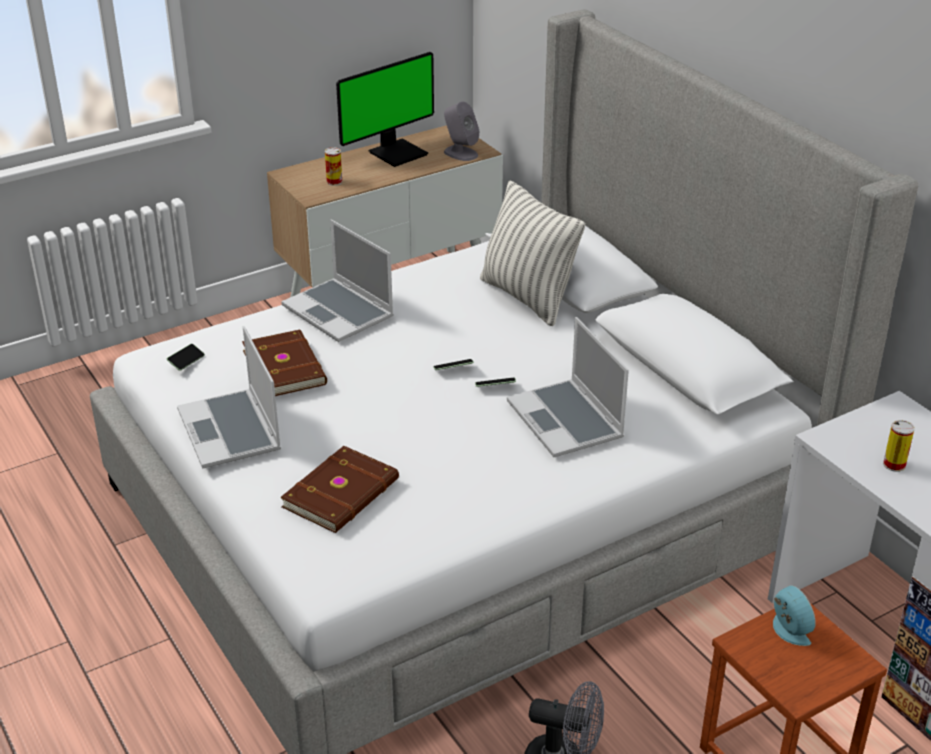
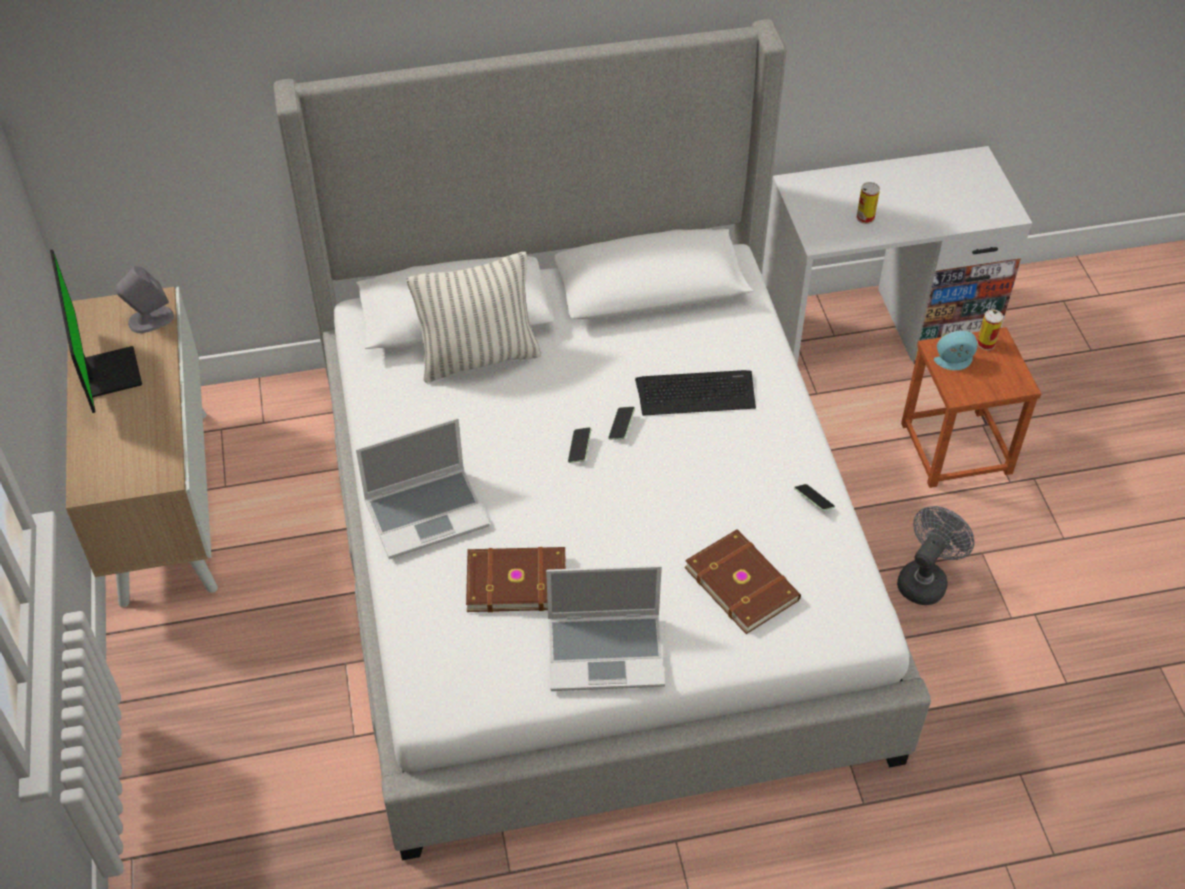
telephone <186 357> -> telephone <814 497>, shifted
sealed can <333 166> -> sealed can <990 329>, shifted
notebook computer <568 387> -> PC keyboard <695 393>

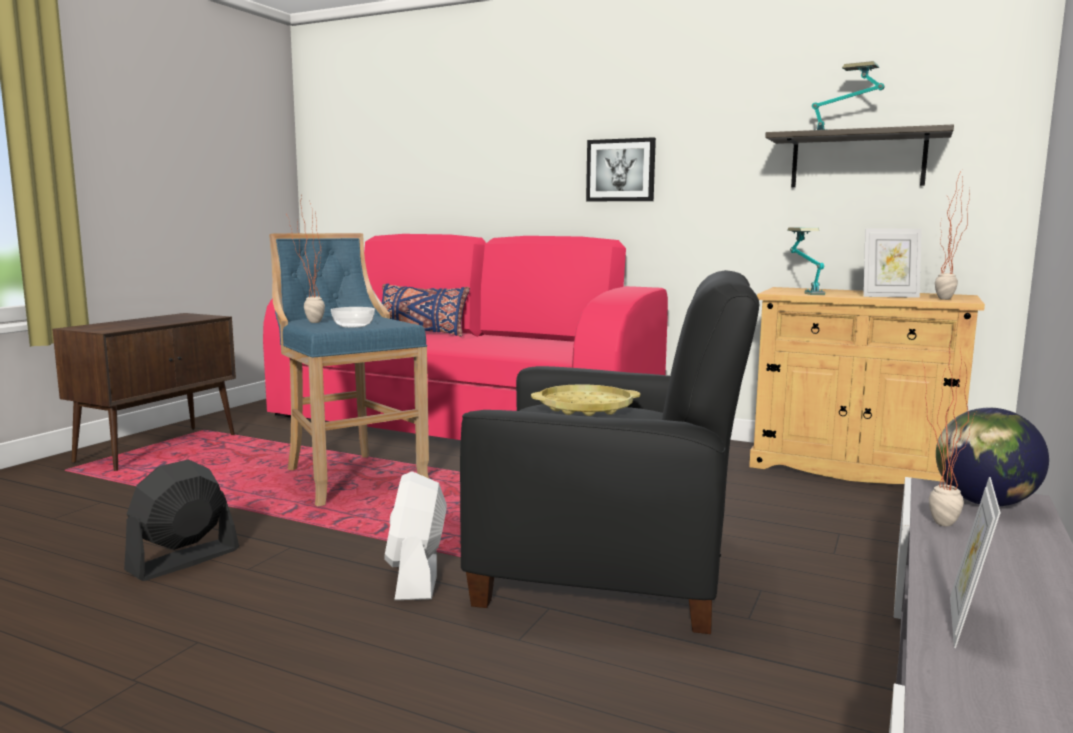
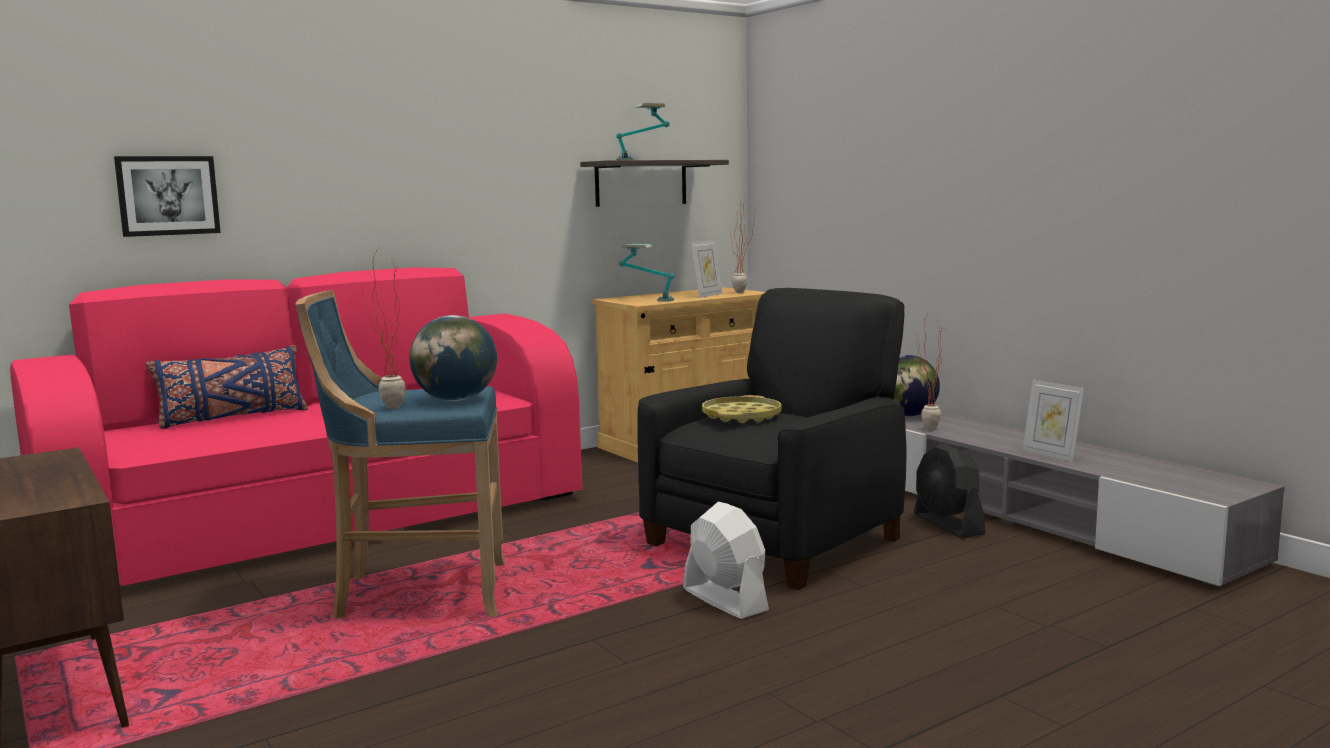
black electric fan <181 520> -> black electric fan <949 490>, shifted
wall art <621 169> -> wall art <167 196>, shifted
serving bowl <353 317> -> world globe <453 358>
white-coloured electric fan <415 535> -> white-coloured electric fan <726 560>, 150 degrees counterclockwise

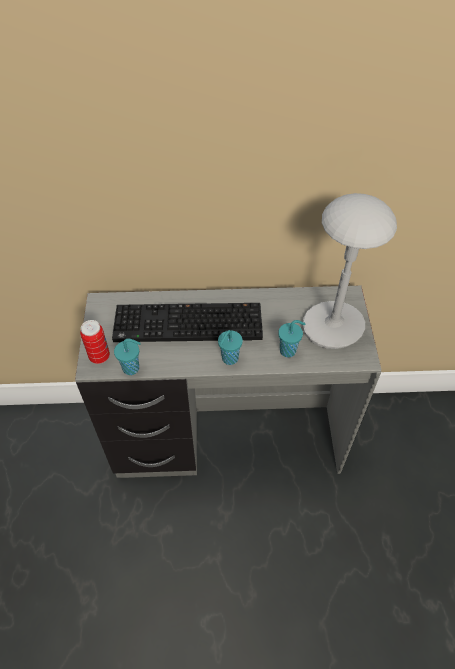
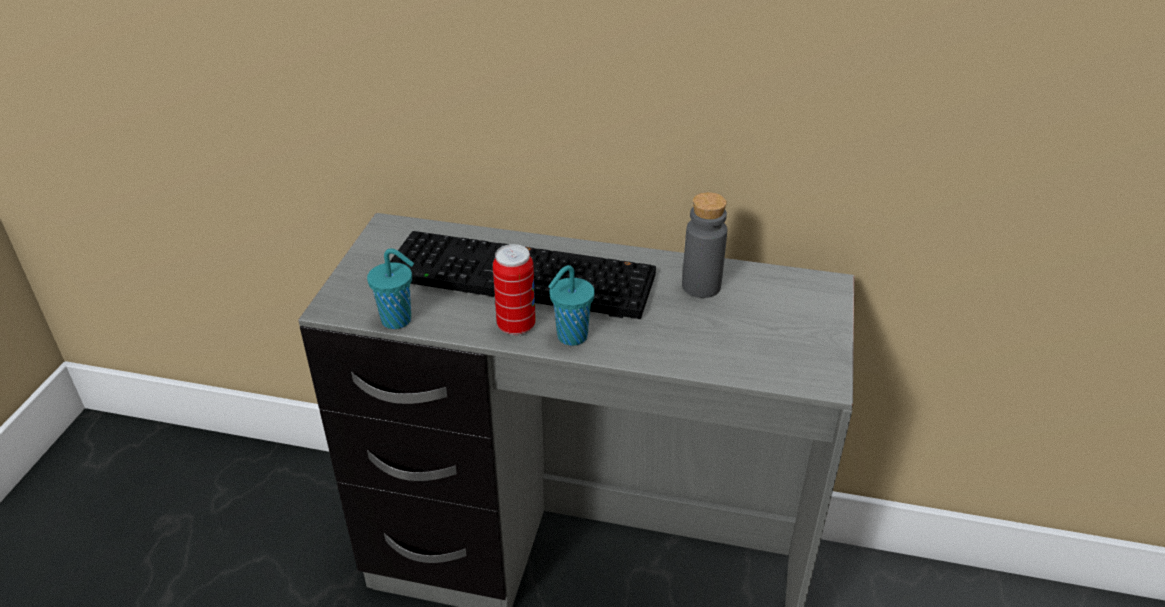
turquoise cup <291 338> -> none
grey tabletop lamp <349 271> -> none
none -> grey drink bottle <704 245>
sealed can <95 342> -> sealed can <514 289>, shifted

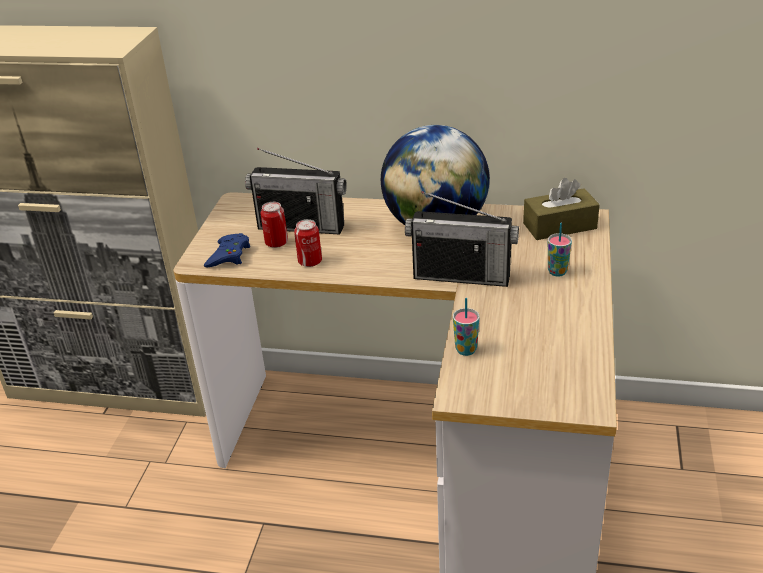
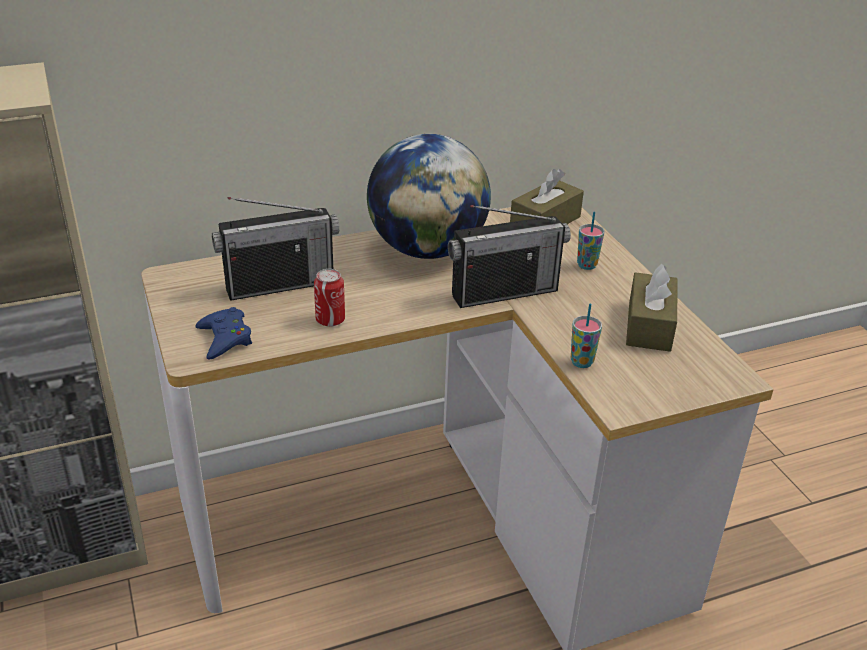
sealed can <274 225> -> none
none -> brownish tissue box <652 308>

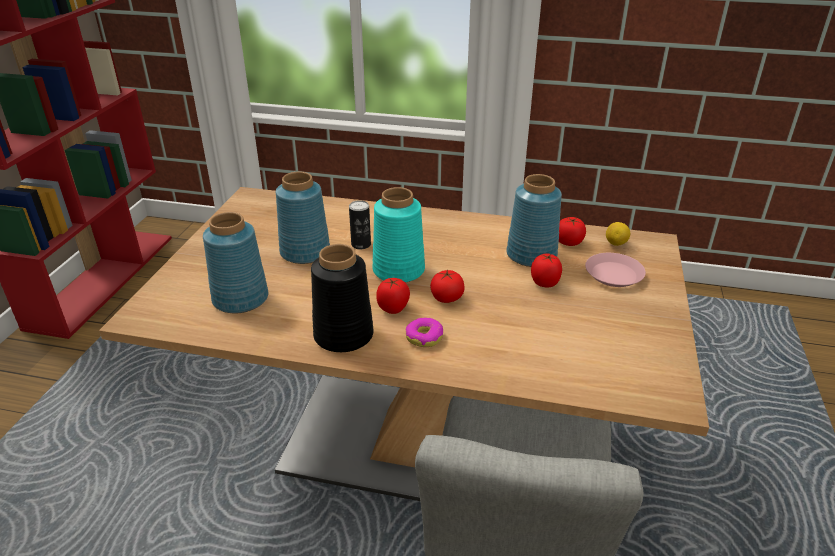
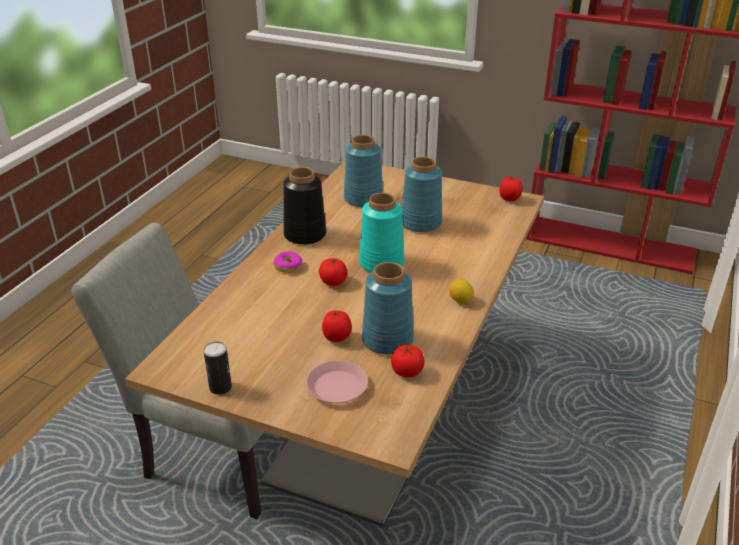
sealed can <360 224> -> sealed can <217 368>, shifted
tomato <393 296> -> tomato <511 188>, shifted
whole lemon <618 234> -> whole lemon <461 291>, shifted

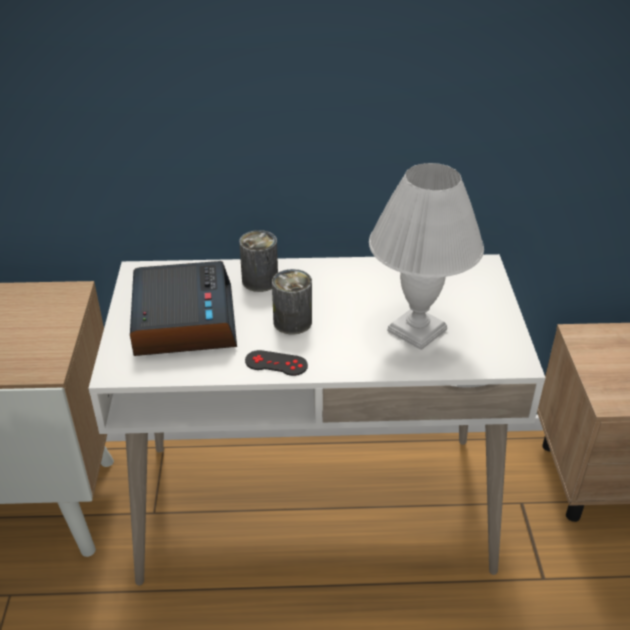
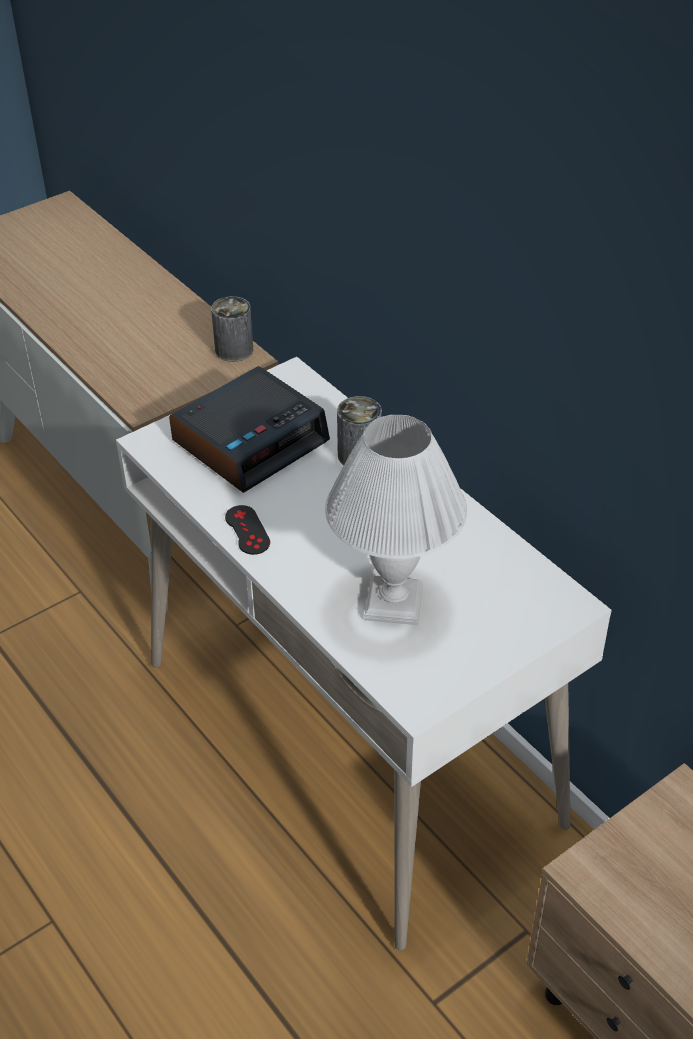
sealed can <292 302> -> sealed can <232 329>, shifted

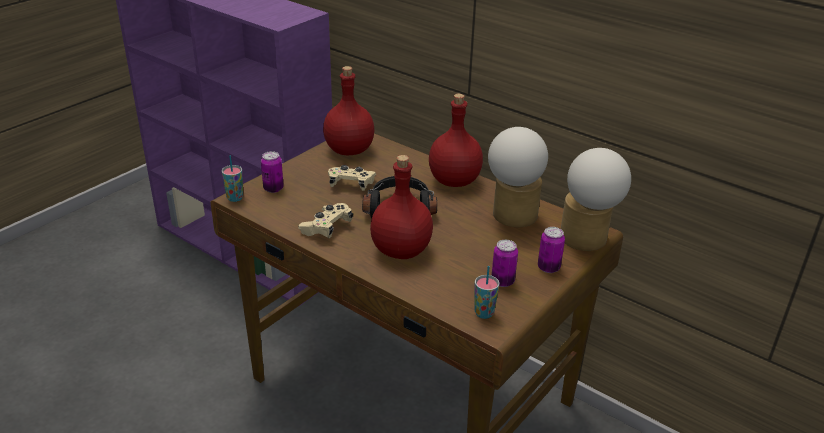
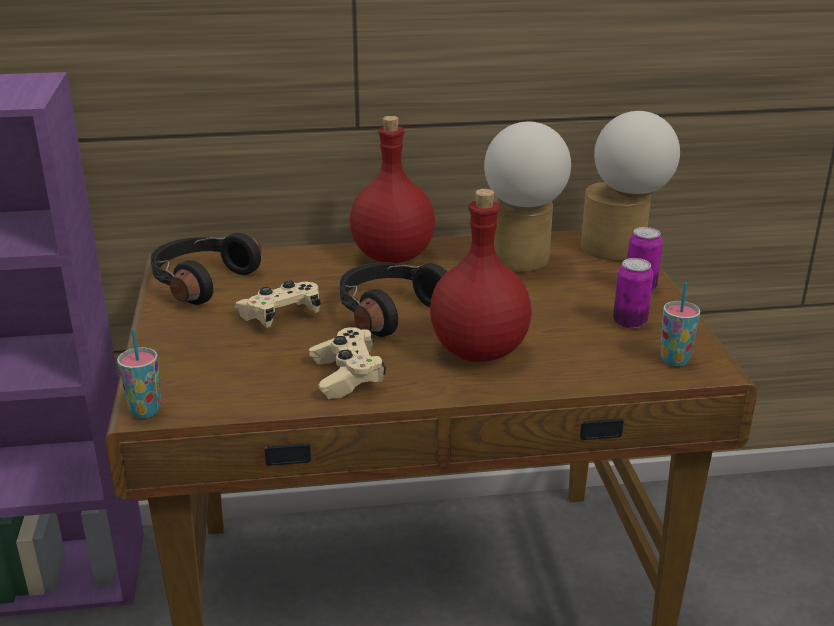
sealed can <272 172> -> none
red drink bottle <349 110> -> black headset <205 269>

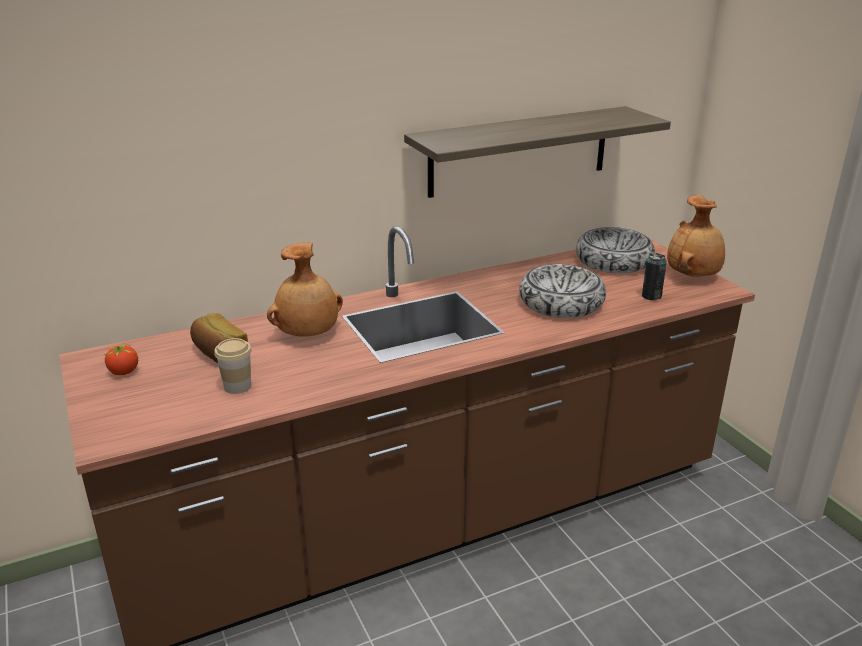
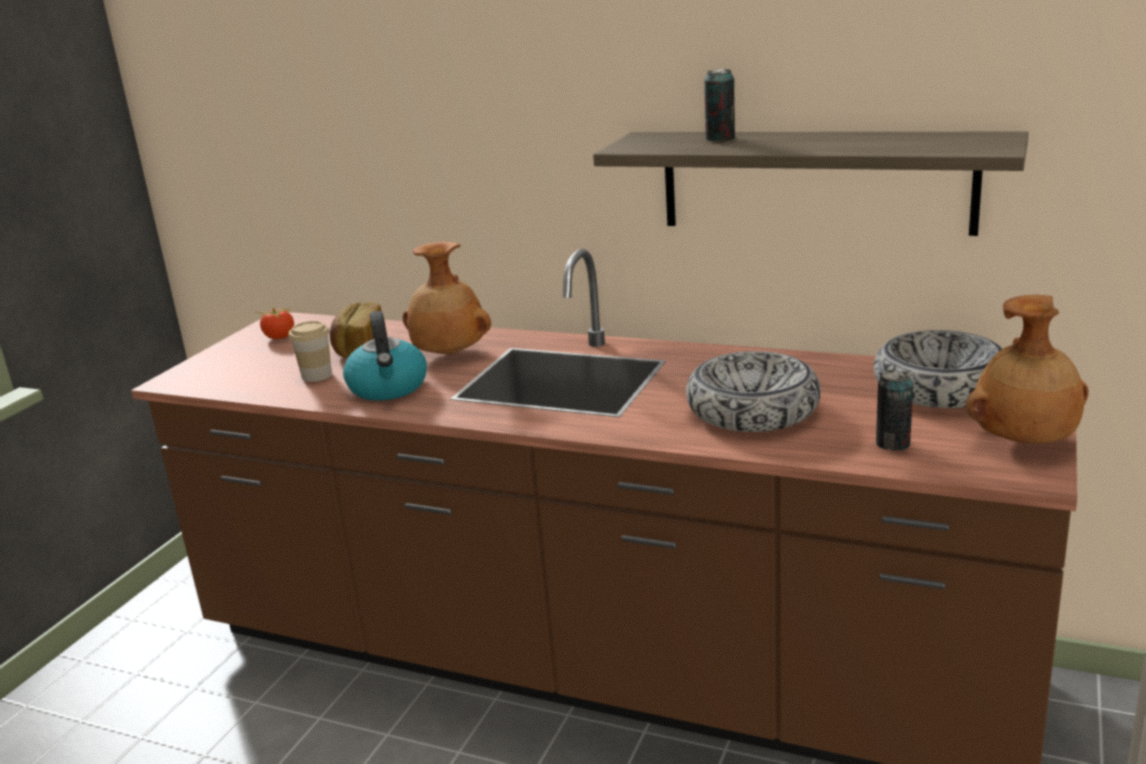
none -> water kettle <385 355>
none -> sealed can <719 104>

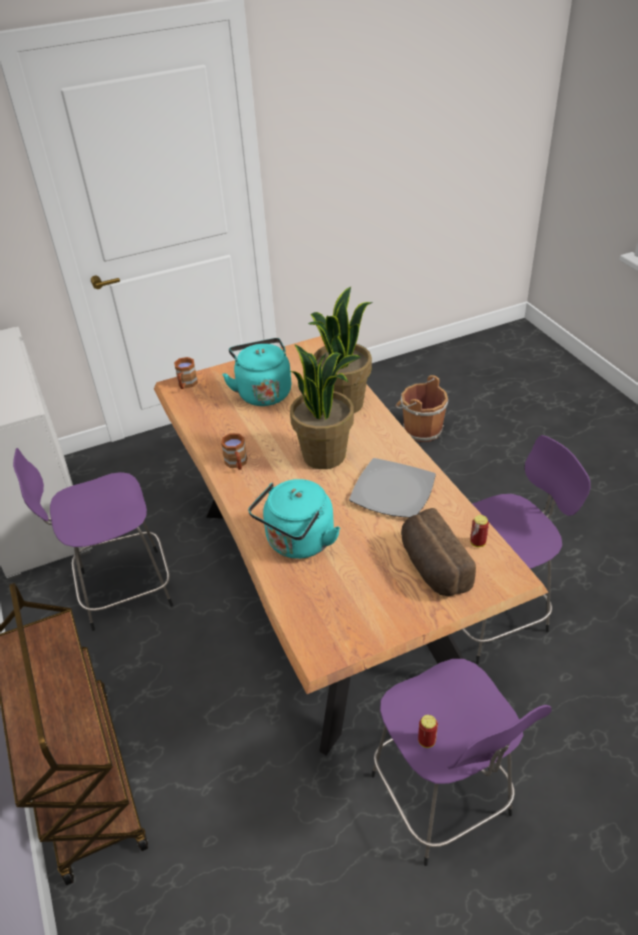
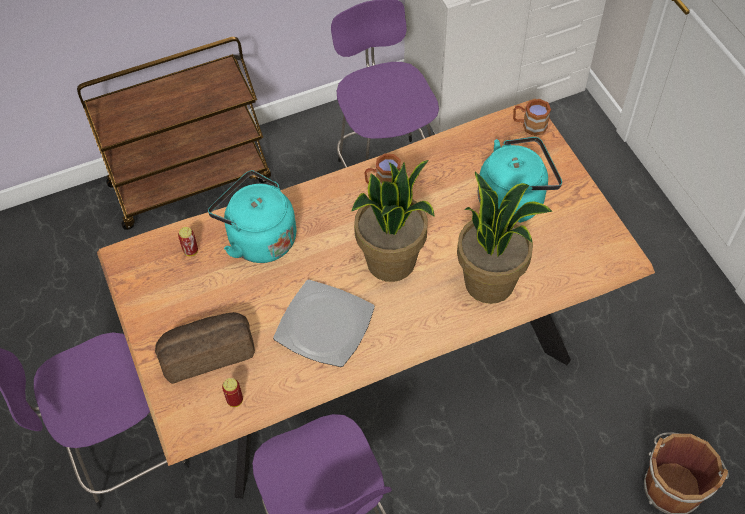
sealed can <428 731> -> sealed can <188 241>, shifted

